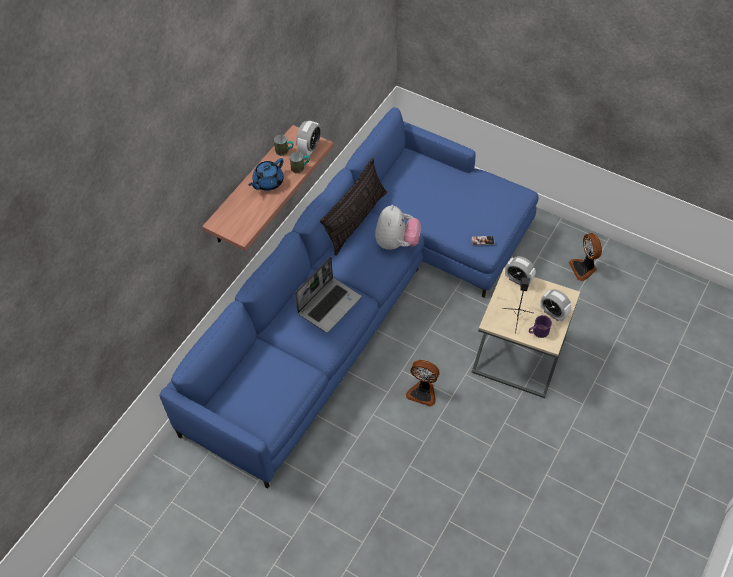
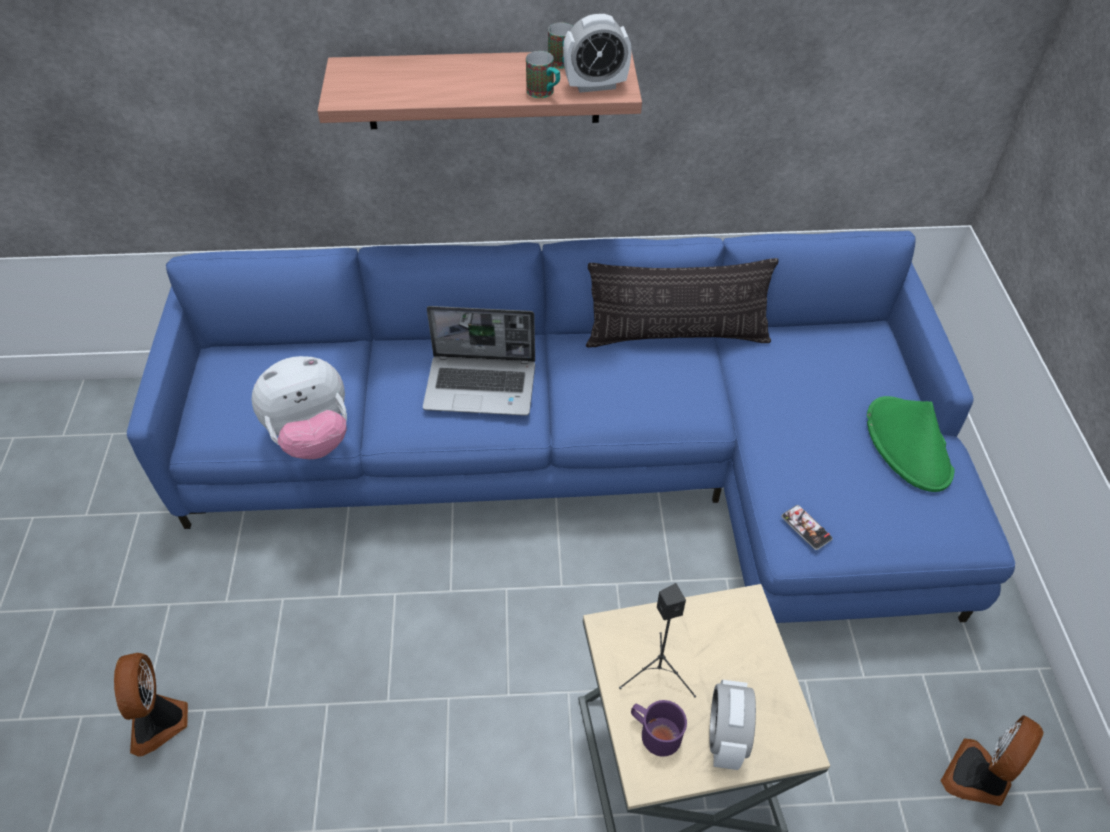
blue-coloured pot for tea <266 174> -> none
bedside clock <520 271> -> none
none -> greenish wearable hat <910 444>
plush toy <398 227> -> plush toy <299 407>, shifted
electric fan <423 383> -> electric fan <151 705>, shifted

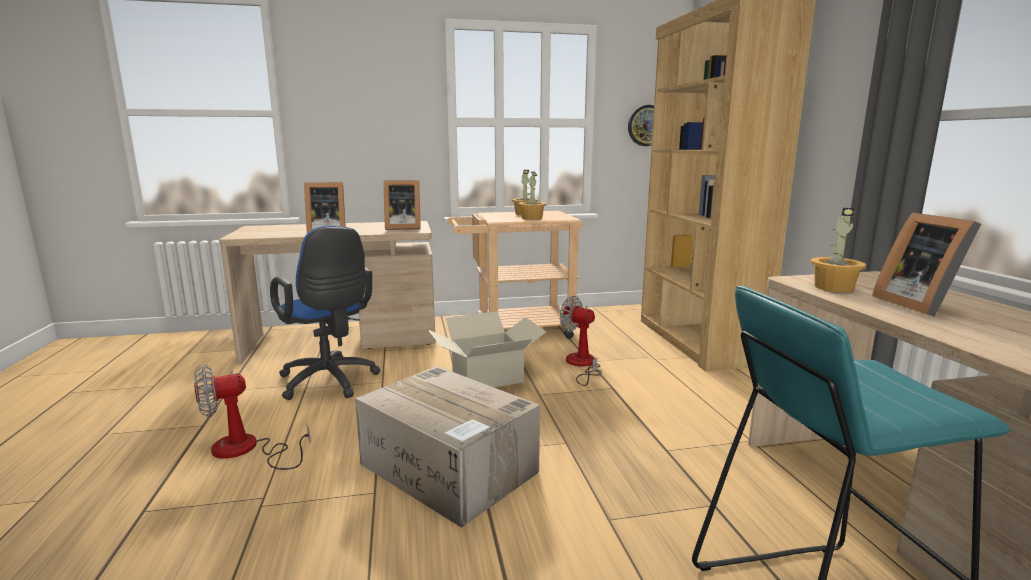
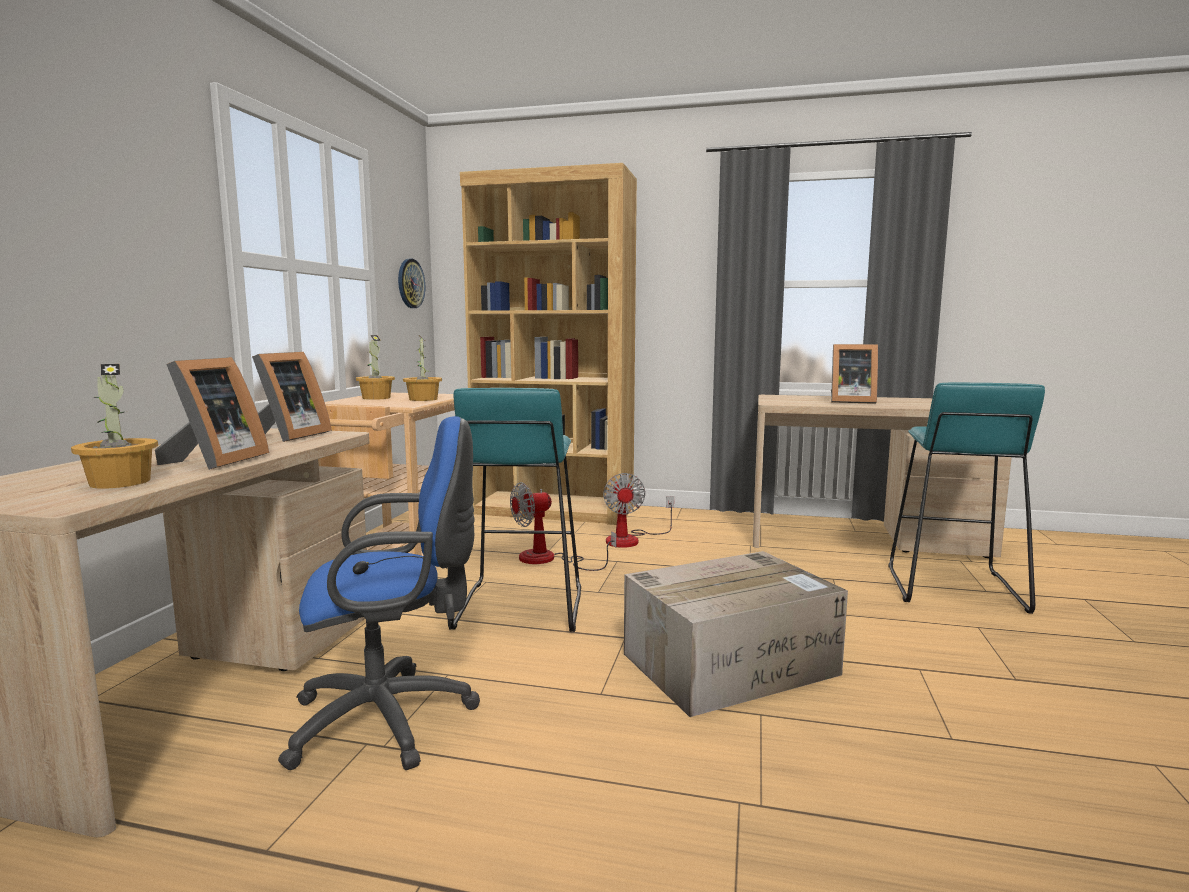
electric fan <252 417> -> electric fan <638 510>, shifted
plant in a pot <838 250> -> plant in a pot <114 426>, shifted
cardboard box <487 349> -> turquoise sitting stool <515 510>

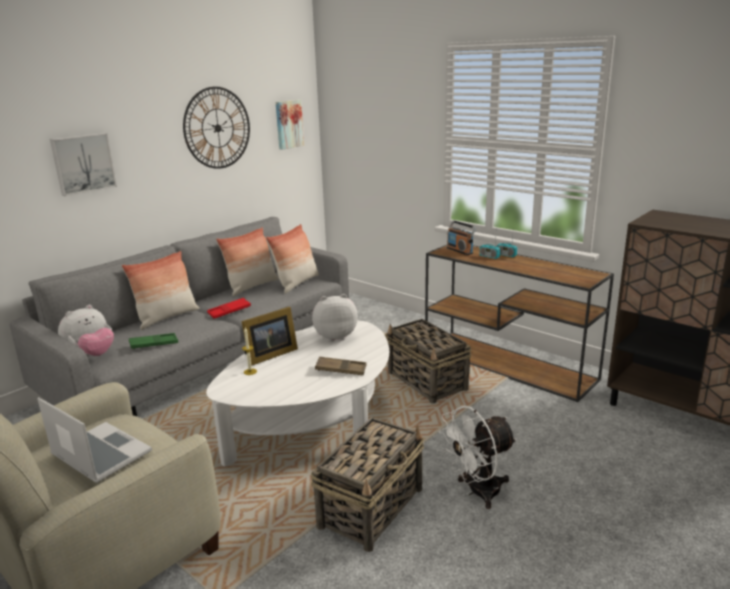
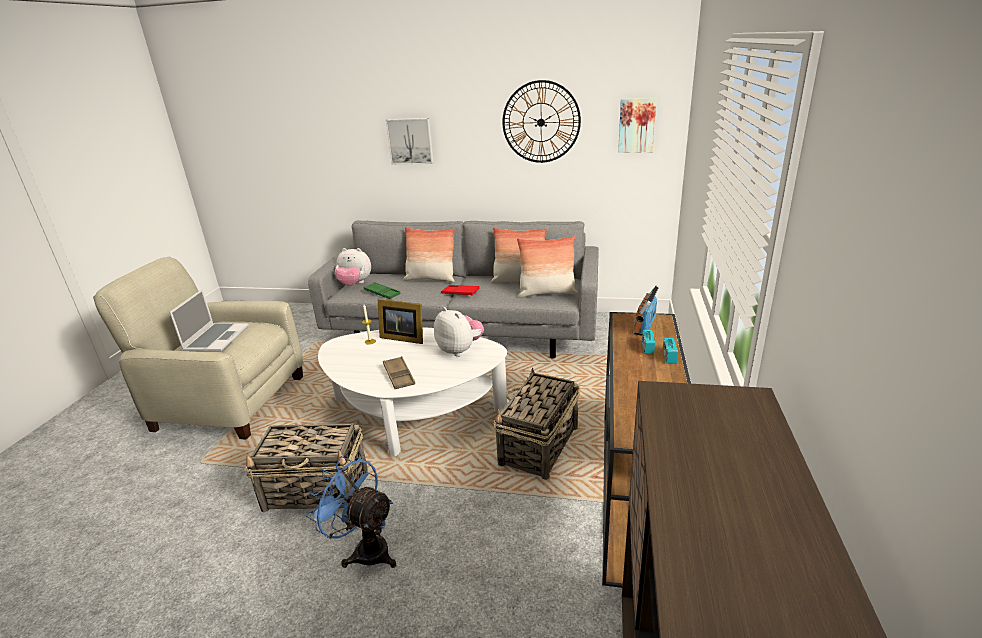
white-coloured electric fan <478 457> -> blue-coloured electric fan <351 512>

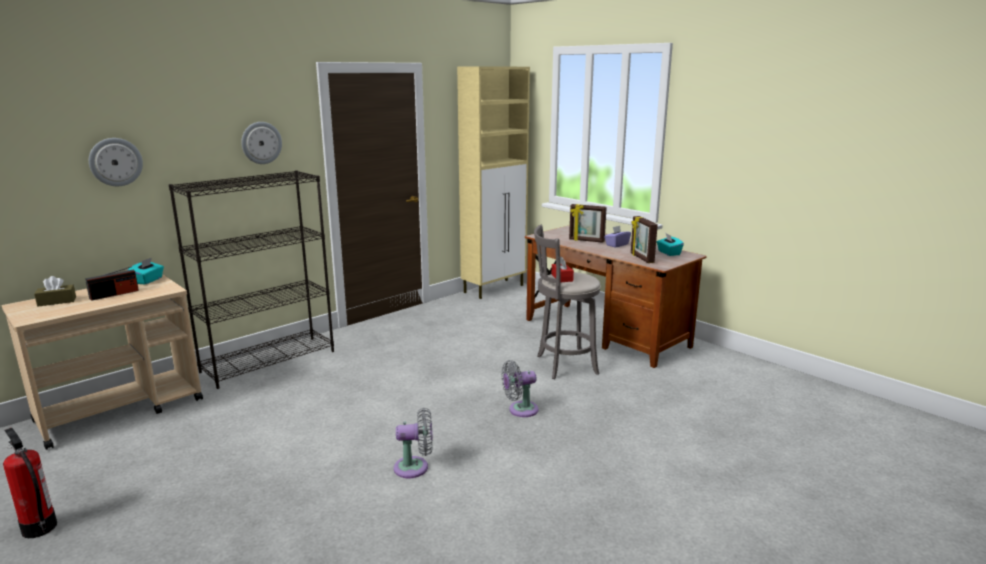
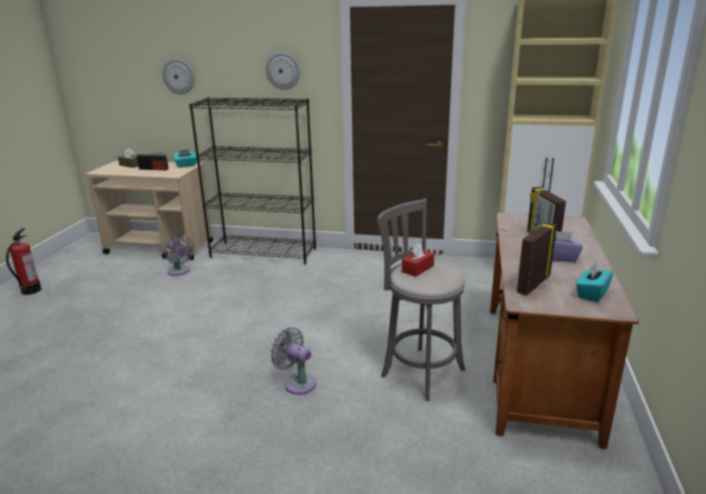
grey electric fan <413 443> -> grey electric fan <179 255>, shifted

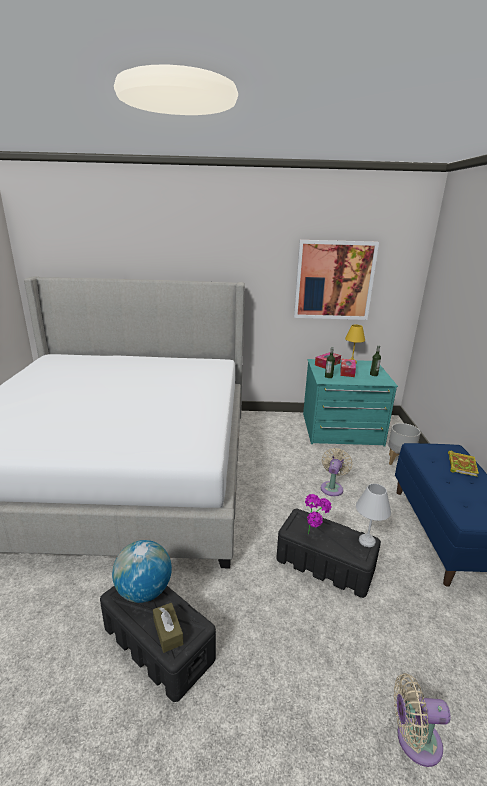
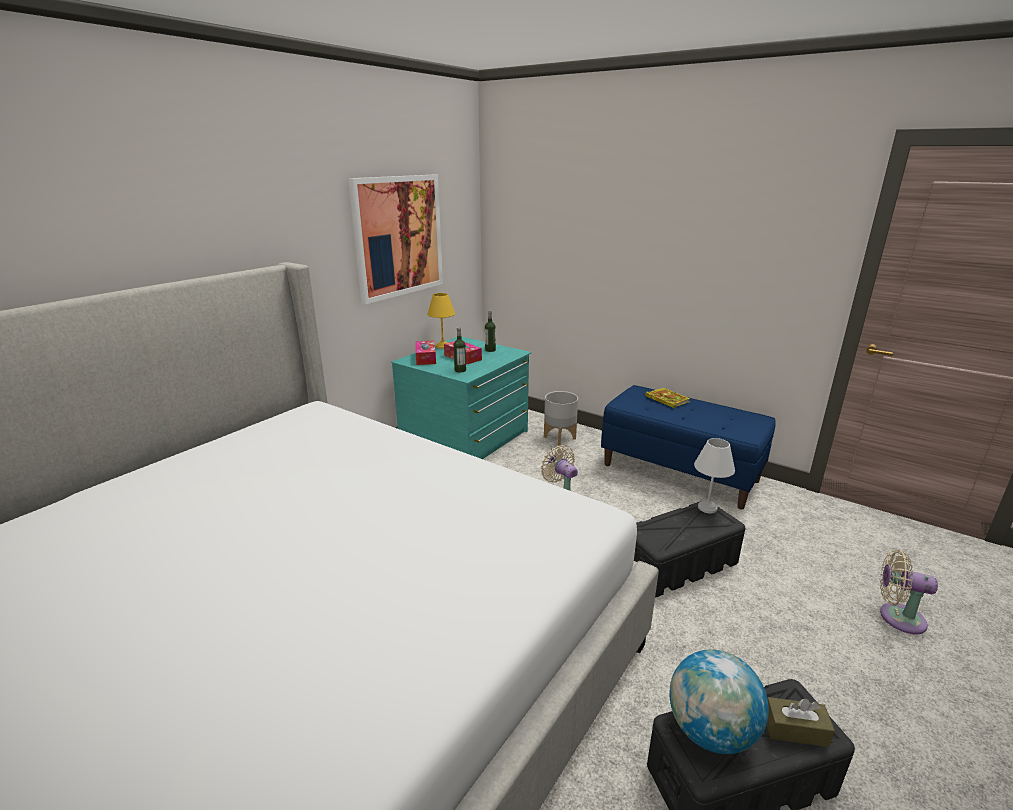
plant in a pot <318 514> -> none
sand-coloured electric fan <422 720> -> sand-coloured electric fan <909 592>, 75 degrees clockwise

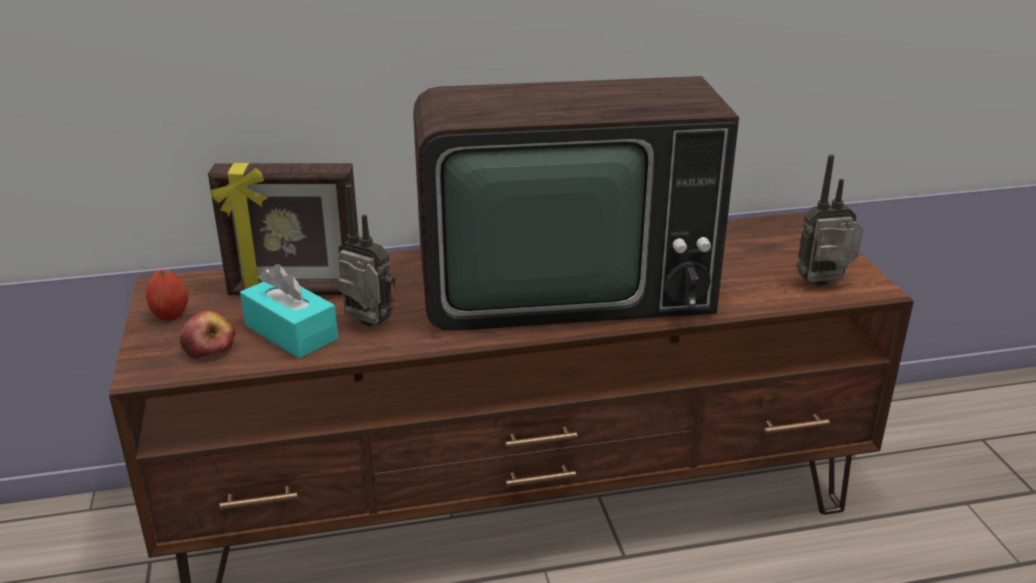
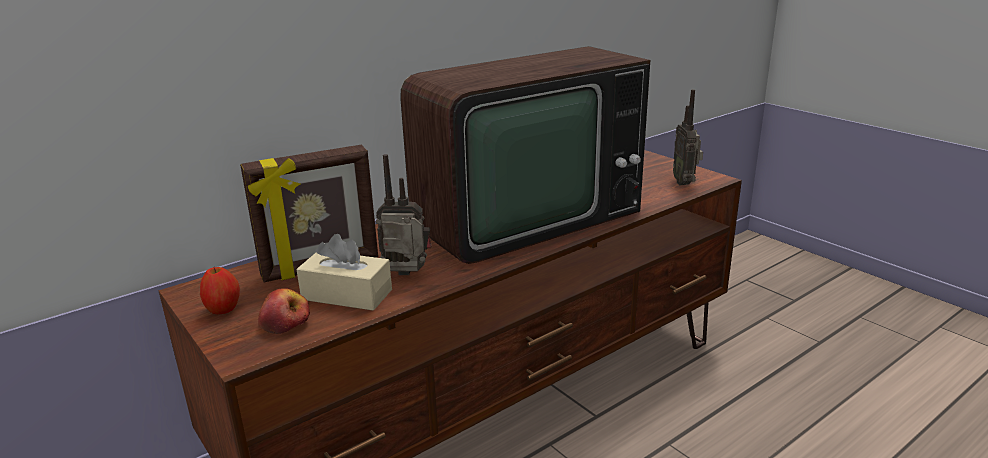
turquoise tissue box <289 311> -> sand-coloured tissue box <344 272>
radio <829 220> -> radio <688 137>, 60 degrees counterclockwise

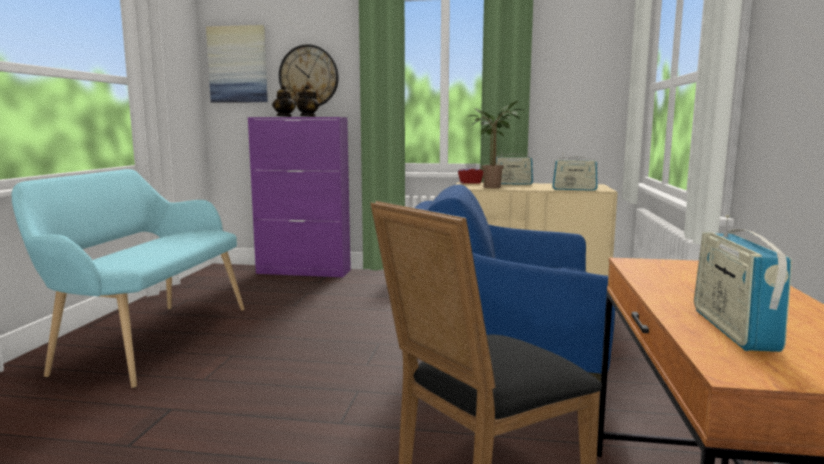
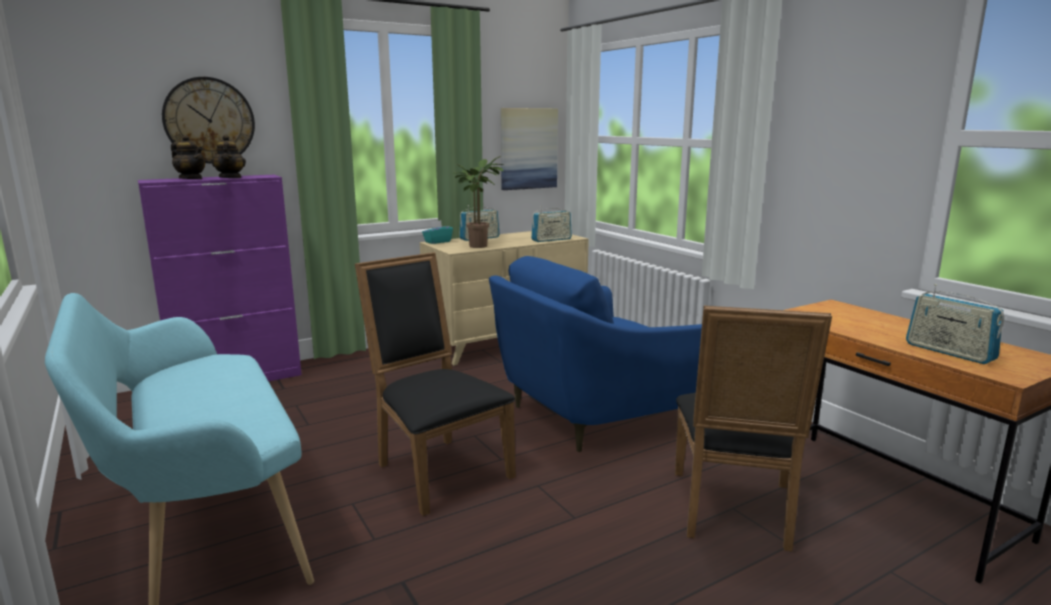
none -> black plain chair <435 384>
wall art <237 64> -> wall art <529 149>, shifted
red tissue box <470 173> -> turquoise tissue box <437 232>

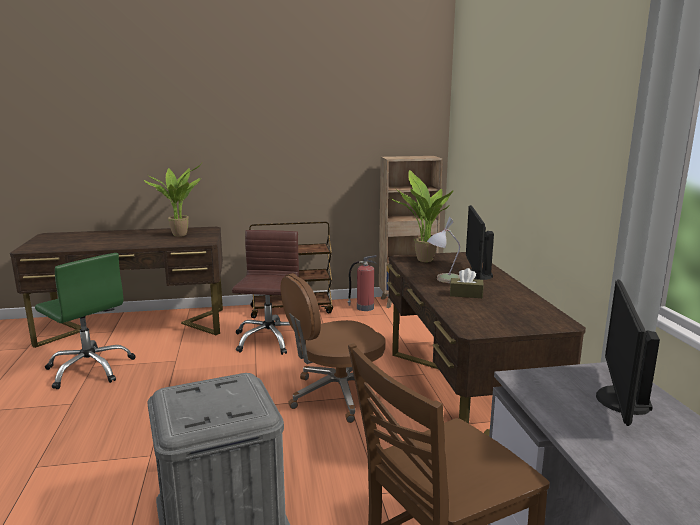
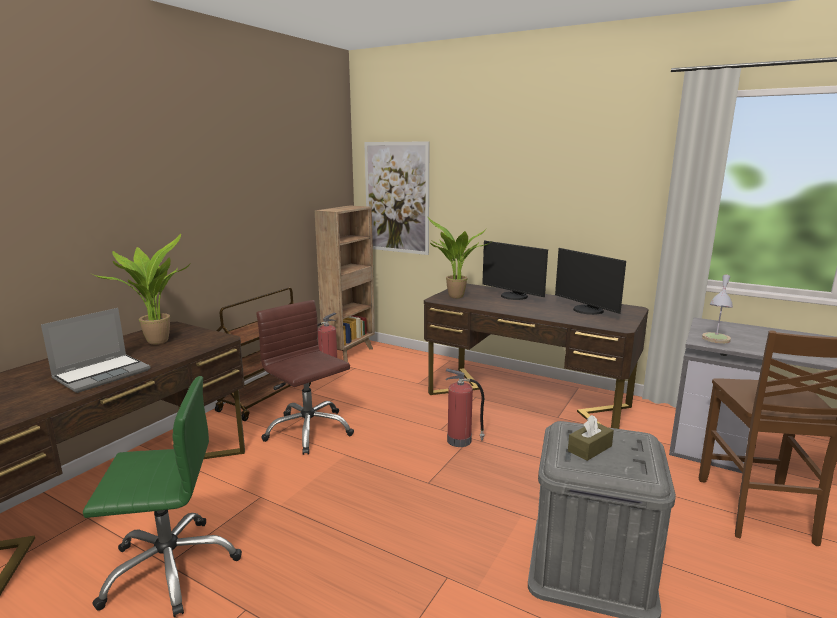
none -> notebook computer <95 350>
none -> wall art <396 198>
tabletop lamp <443 249> -> tabletop lamp <717 309>, shifted
brownish tissue box <467 283> -> brownish tissue box <591 438>, shifted
computer display <628 353> -> computer display <590 281>, shifted
brownish desk chair <333 348> -> fire-fighting cylinder <465 407>

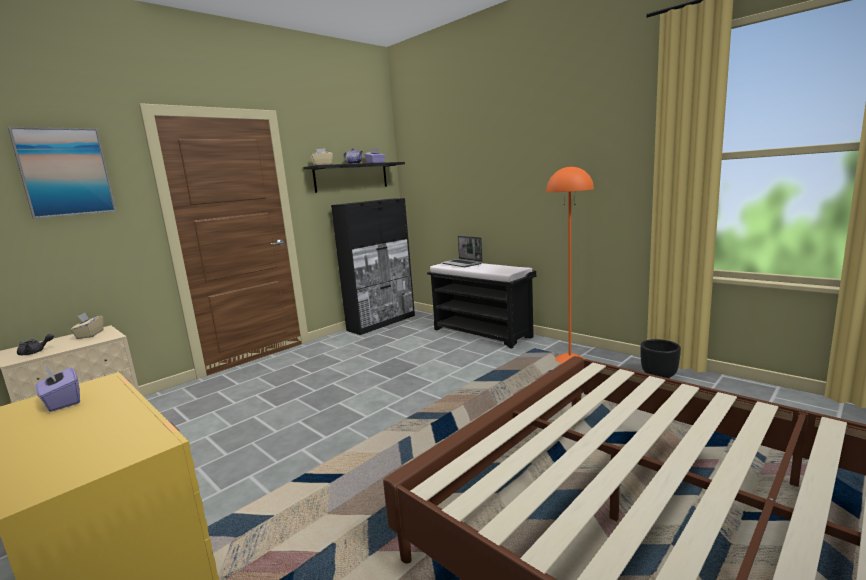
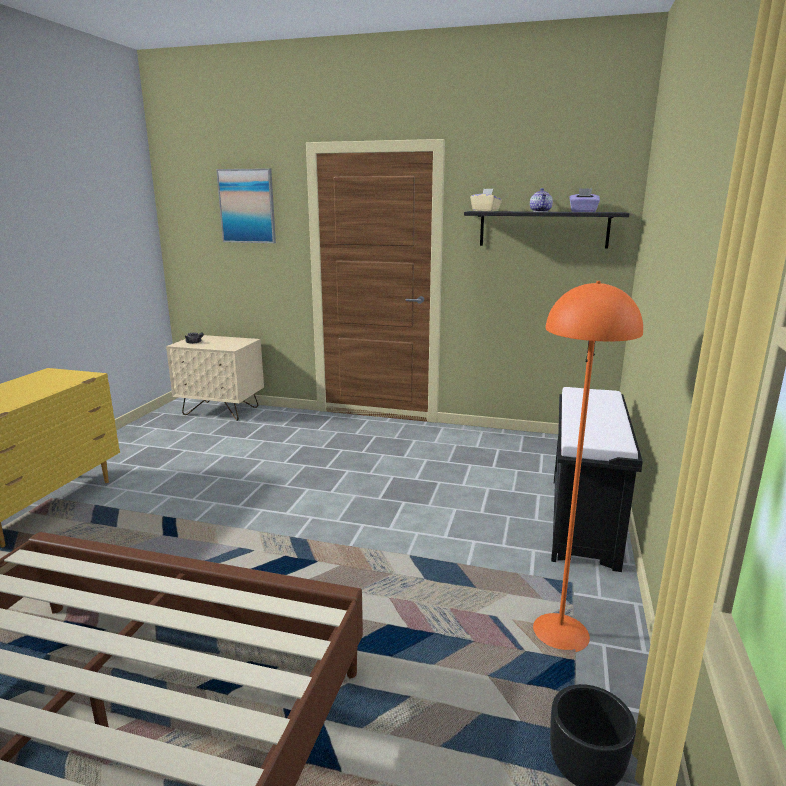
purple tissue box <57 389> -> none
sand-coloured tissue box <87 326> -> none
black cupboard <373 266> -> none
notebook computer <461 251> -> none

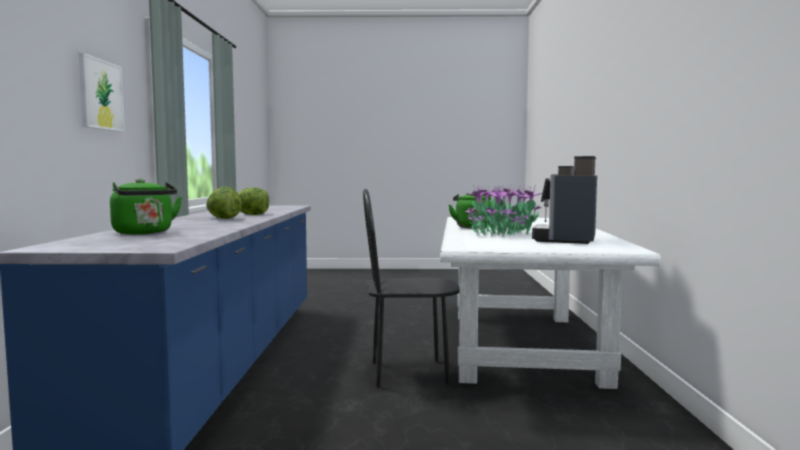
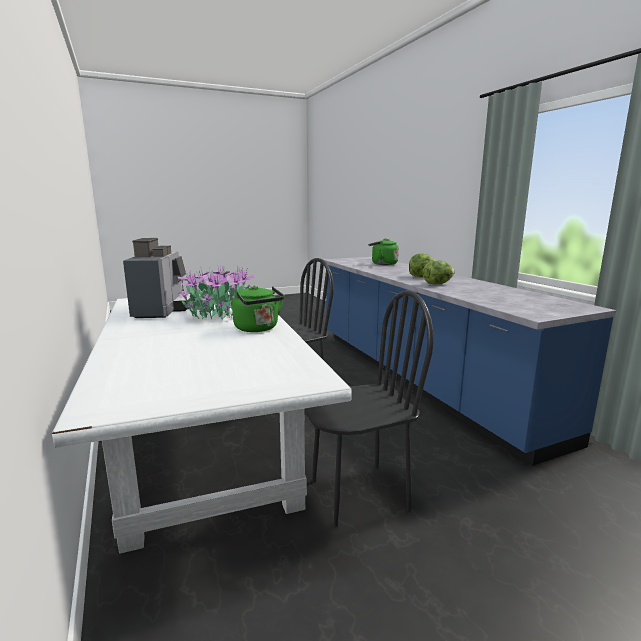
wall art <101 92> -> none
none -> black plain chair <369 408>

